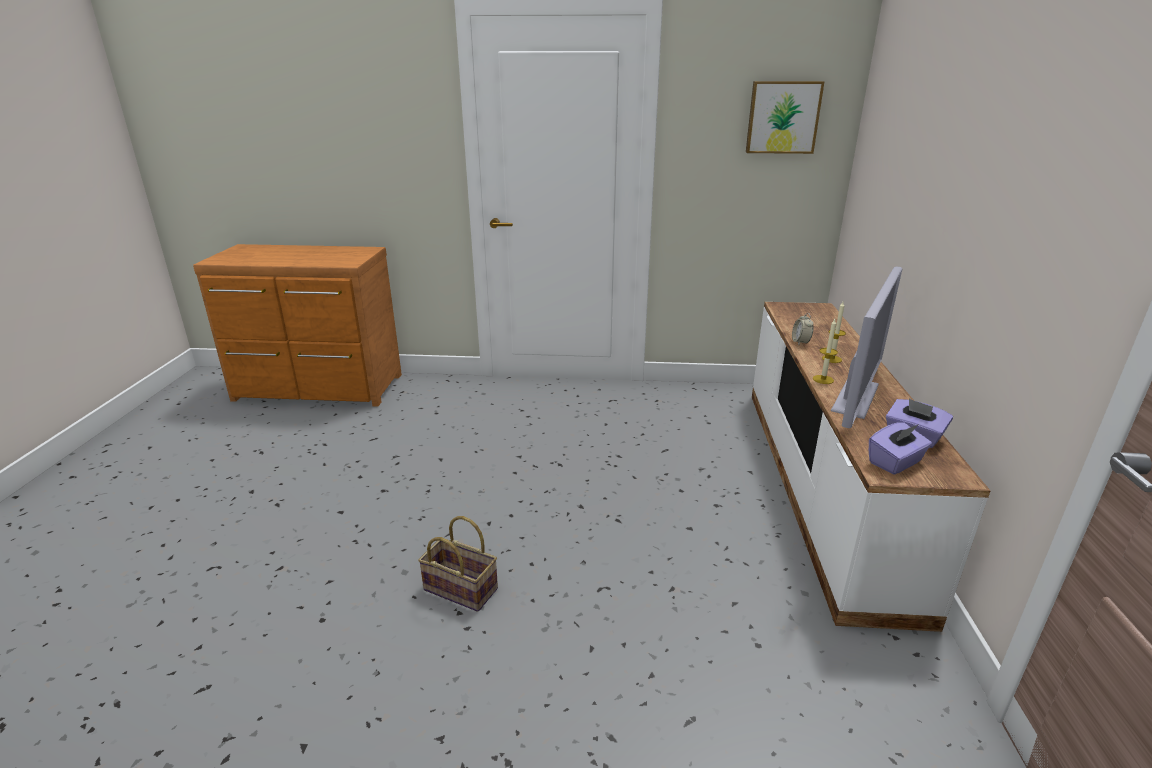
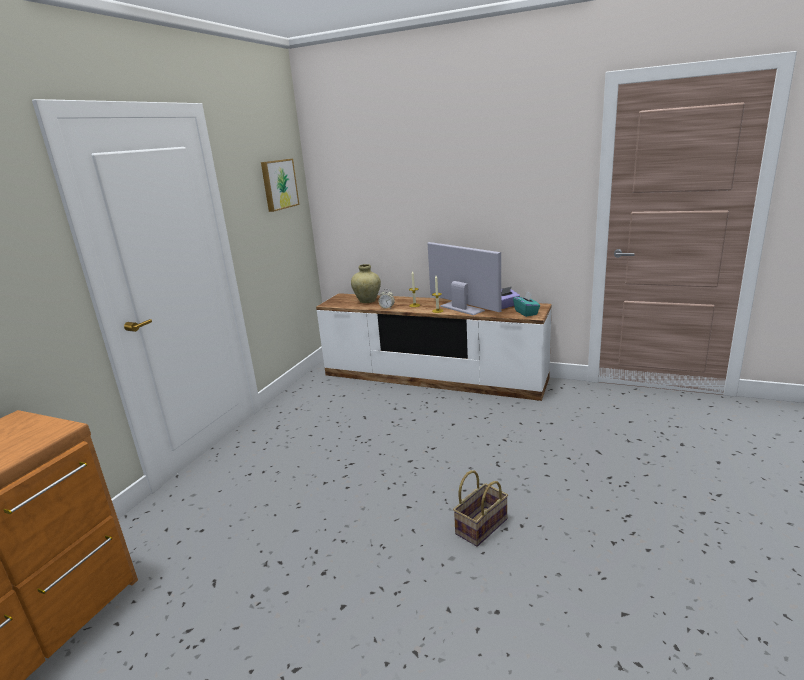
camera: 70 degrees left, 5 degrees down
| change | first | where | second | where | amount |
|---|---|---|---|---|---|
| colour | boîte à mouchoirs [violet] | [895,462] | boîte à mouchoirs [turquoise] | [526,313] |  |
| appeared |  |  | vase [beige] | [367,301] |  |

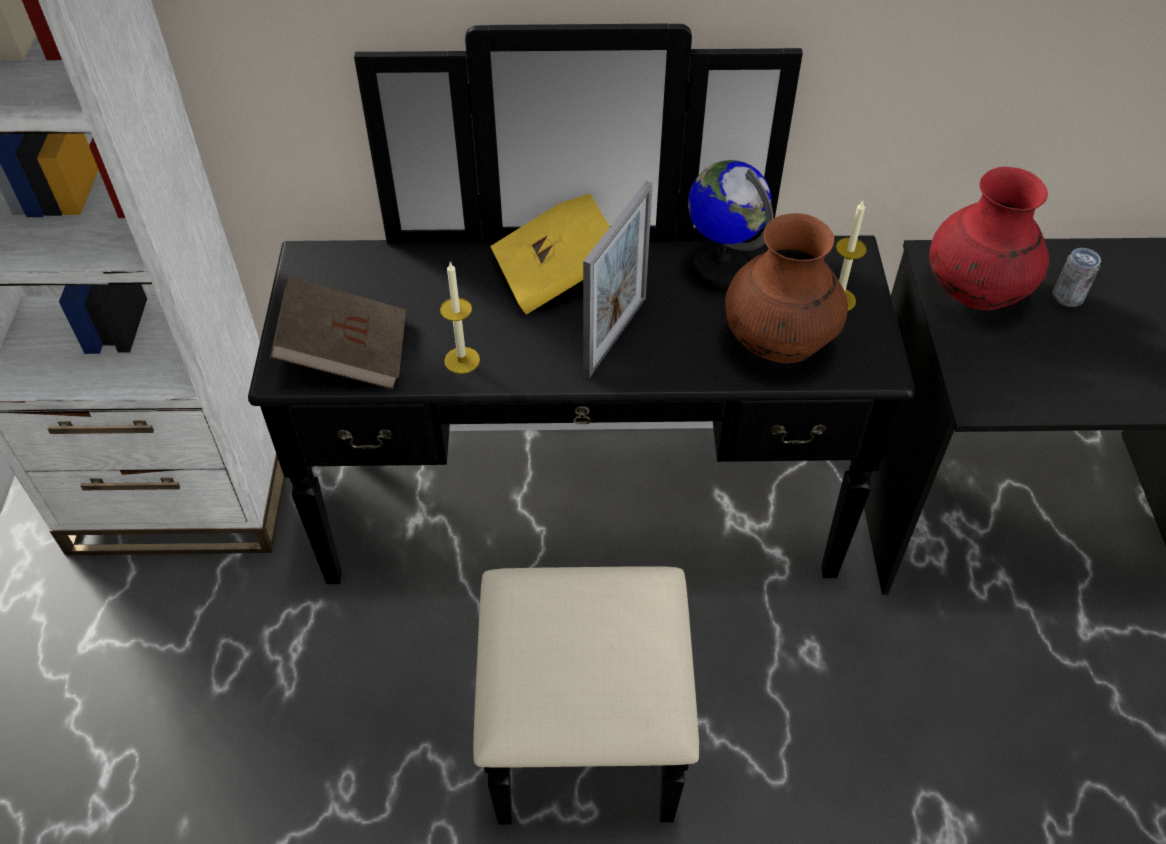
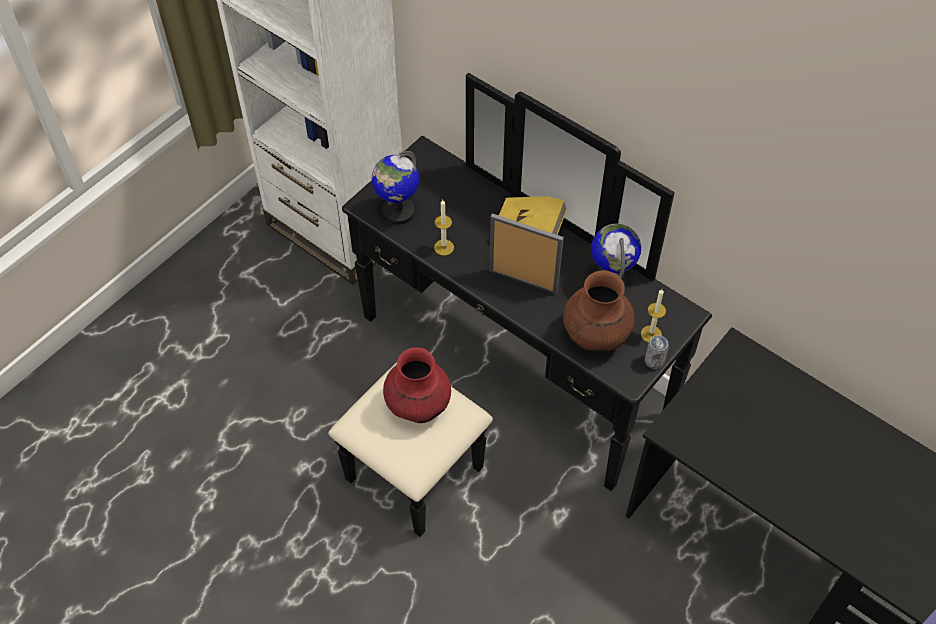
camera: 40 degrees right, 5 degrees up
| change | first | where | second | where | amount |
|---|---|---|---|---|---|
| exchanged | livre [marron] | [346,354] | globe | [398,211] |  |
| spun | cadre photo | [615,336] |  | [523,281] | 135 degrees counterclockwise |
| relocated | vase [rouge] | [974,293] |  | [417,405] |  |
| relocated | boîte métallique | [1067,297] |  | [654,361] |  |

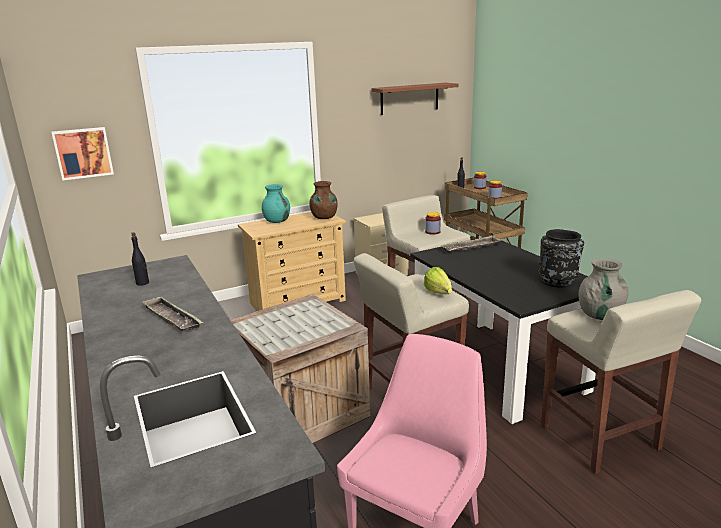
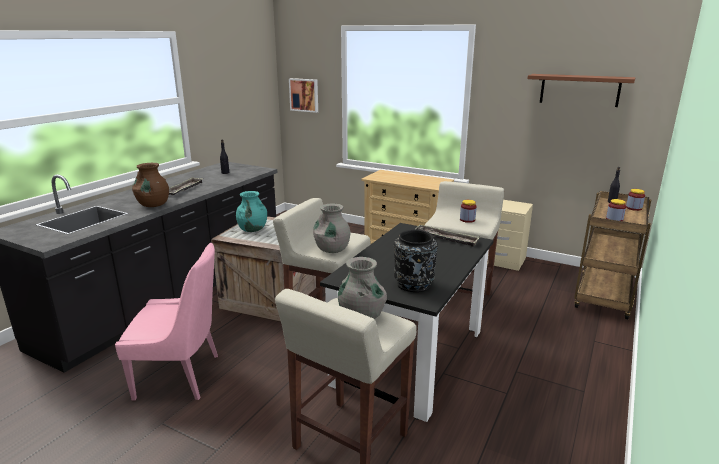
camera: 55 degrees right, 0 degrees up
| change | first | where | second | where | amount |
|---|---|---|---|---|---|
| relocated | vase [turquoise] | [277,221] |  | [252,229] |  |
| relocated | vase [marron] | [324,217] |  | [153,205] |  |
| exchanged | laitue | [439,294] | vase [gris] | [332,249] |  |

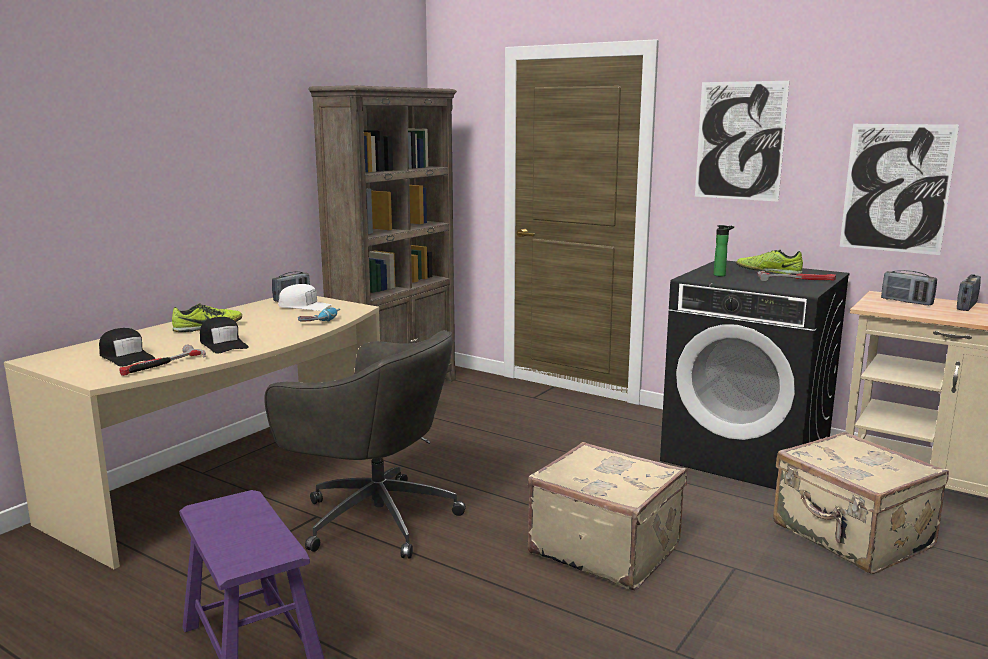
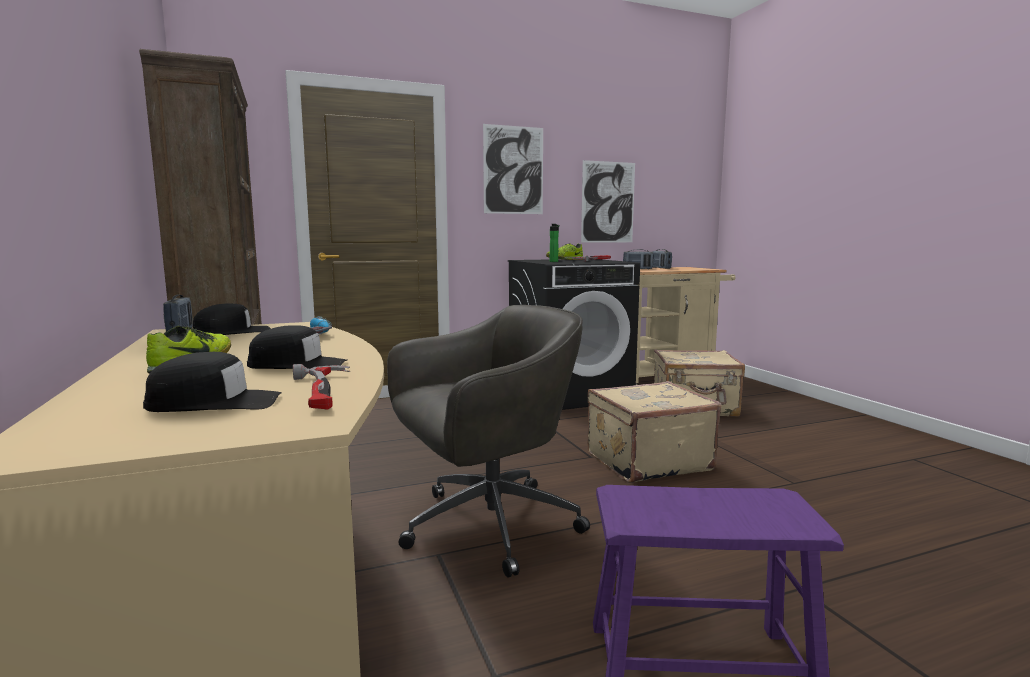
camera: 55 degrees left, 5 degrees down
| change | first | where | second | where | amount |
|---|---|---|---|---|---|
| colour | casquette [blanc] | [304,306] | casquette [noir] | [232,333] |  |

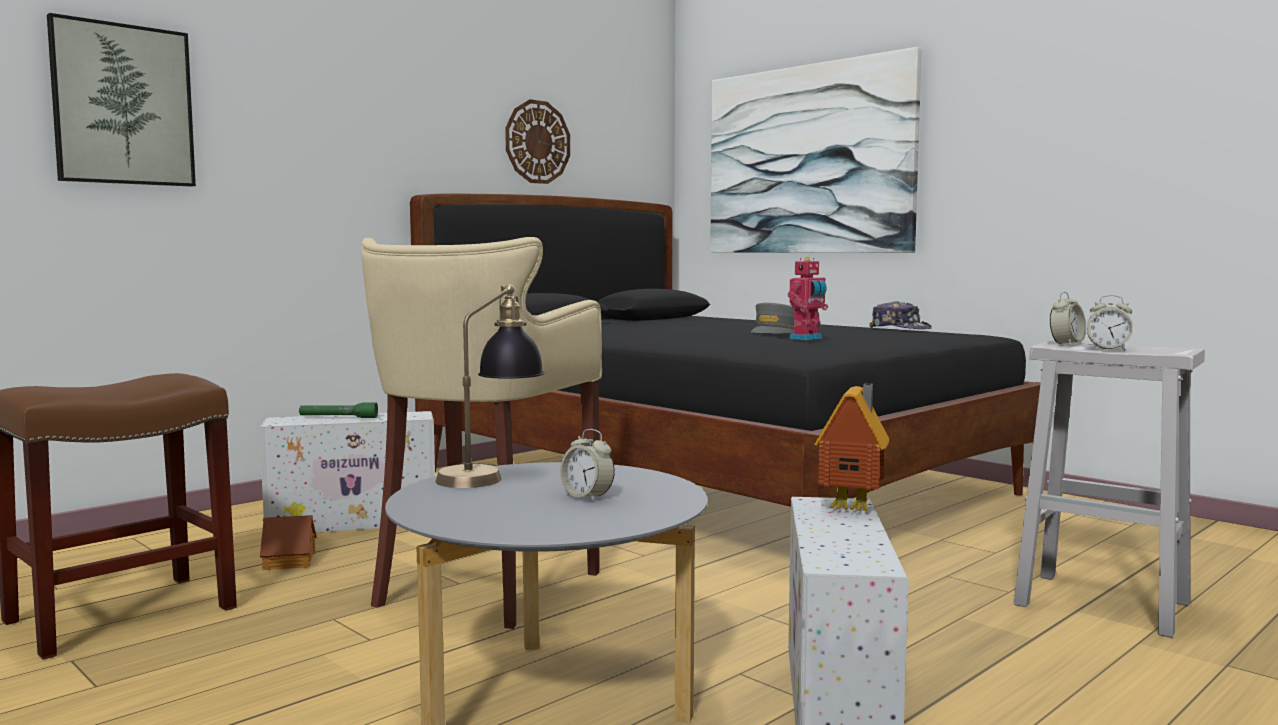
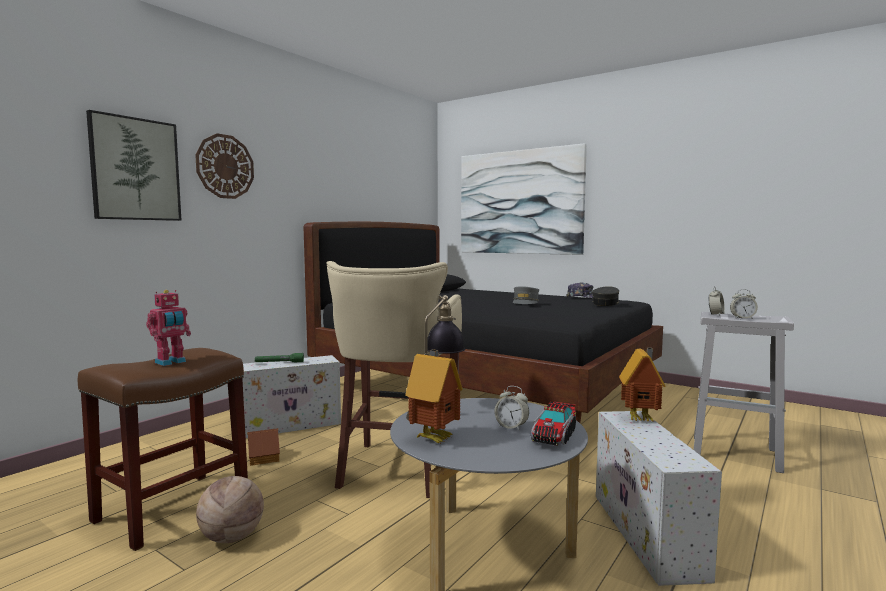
camera: 10 degrees left, 0 degrees up
| change | first | where | second | where | amount |
|---|---|---|---|---|---|
| relocated | horloge murale | [537,142] |  | [225,166] |  |
| relocated | robot jouet | [807,338] |  | [171,362] |  |
| appeared |  |  | ballon de basket | [231,538] |  |
| appeared |  |  | maison miniature | [435,438] |  |
| appeared |  |  | camion jouet | [554,436] |  |
| appeared |  |  | casquette [gris] | [606,304] |  |

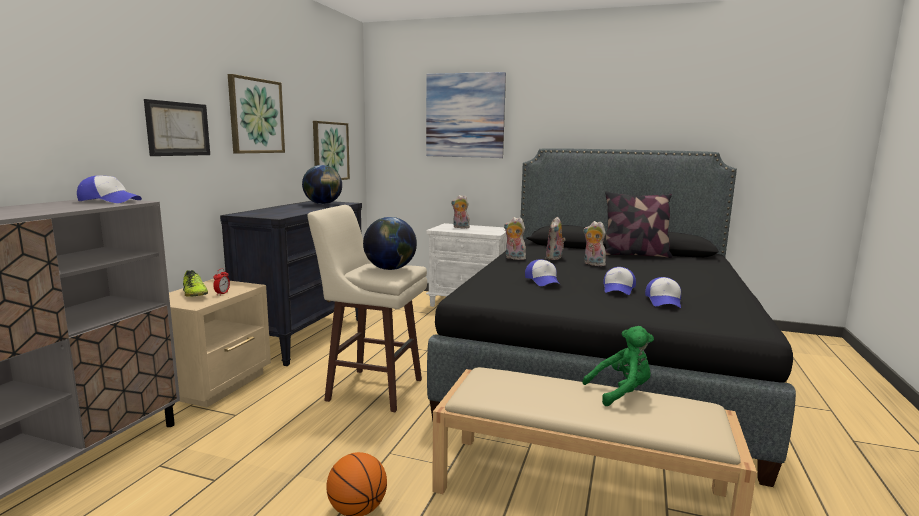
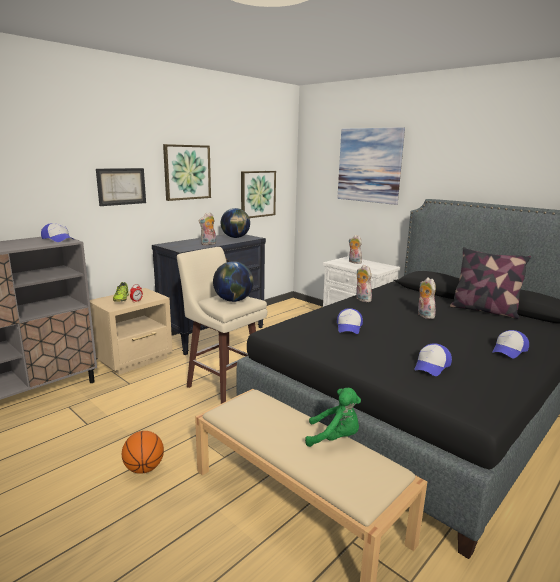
camera: 25 degrees right, 5 degrees up
| change | first | where | second | where | amount |
|---|---|---|---|---|---|
| relocated | peluche | [555,258] |  | [208,244] |  |
| relocated | casquette | [618,289] |  | [509,350] |  |

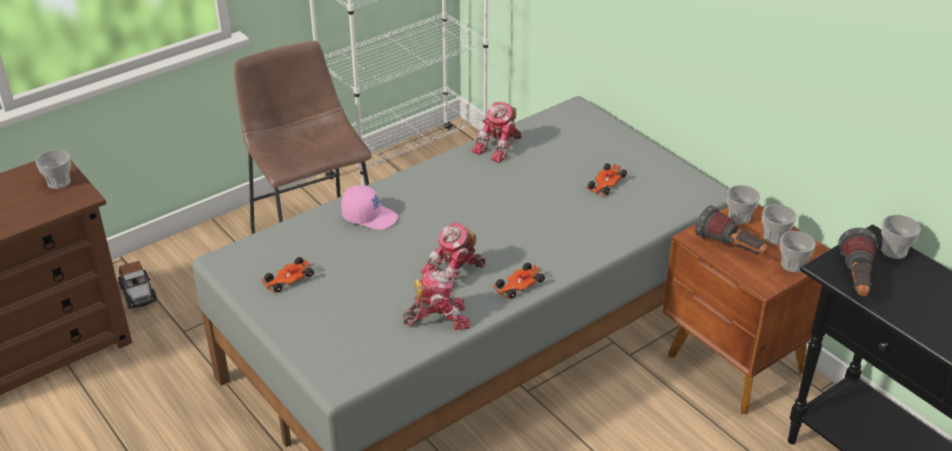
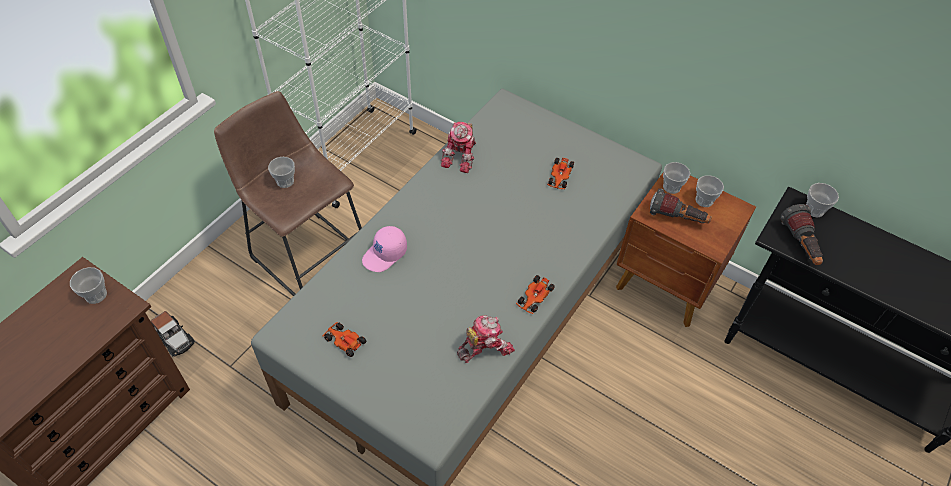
camera: 20 degrees left, 15 degrees up
| change | first | where | second | where | amount |
|---|---|---|---|---|---|
| spun | petite voiture | [287,280] |  | [344,341] | 90 degrees clockwise |
| spun | casquette [rose] | [370,216] |  | [385,255] | 135 degrees clockwise |
| missing | robot jouet | [455,273] |  |  |  |
| relocated | tasse | [792,265] |  | [285,181] |  |

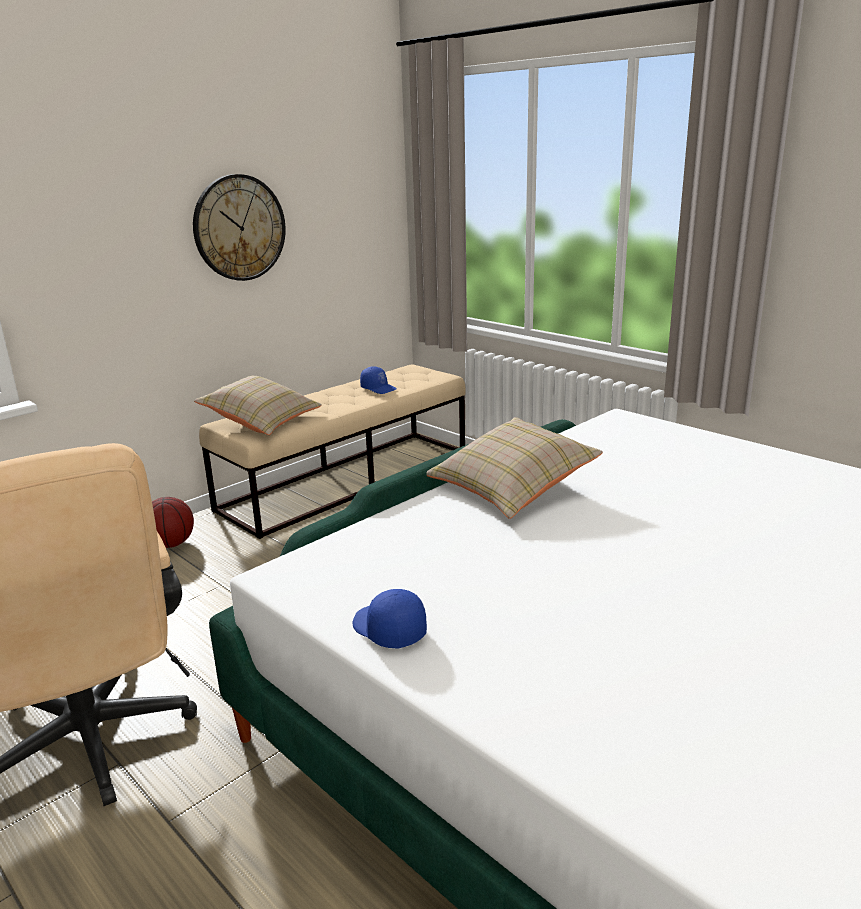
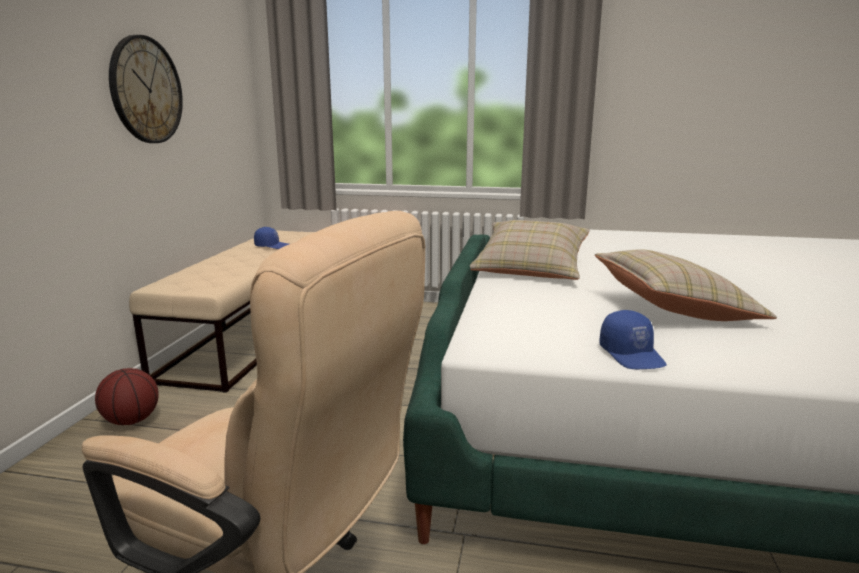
camera: 35 degrees left, 5 degrees down
| change | first | where | second | where | amount |
|---|---|---|---|---|---|
| relocated | coussin [beige] | [261,422] |  | [673,310] |  |
| spun | casquette [bleu] | [388,630] |  | [632,355] | 120 degrees counterclockwise |

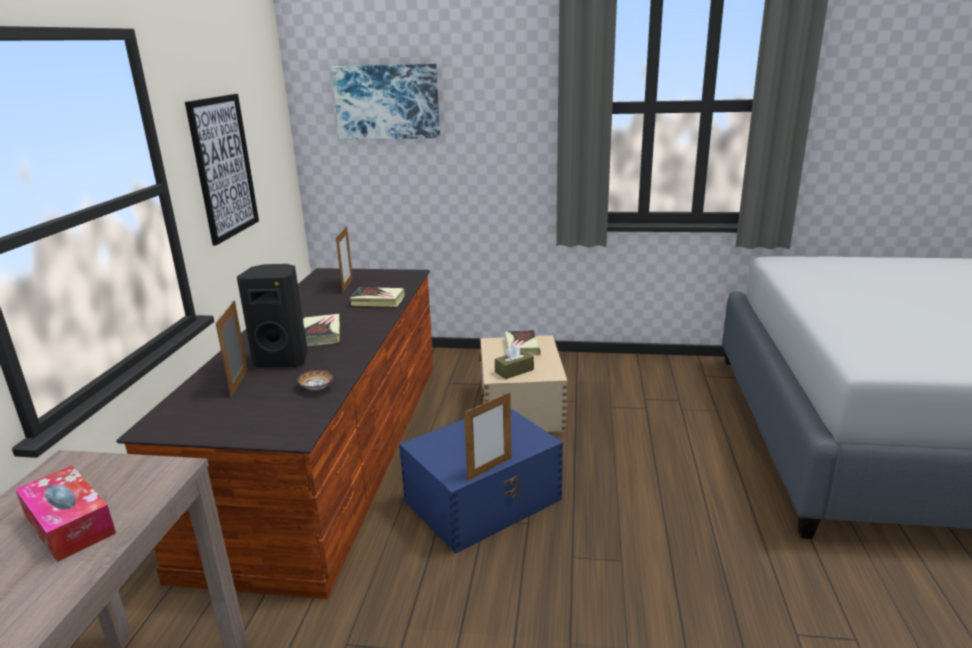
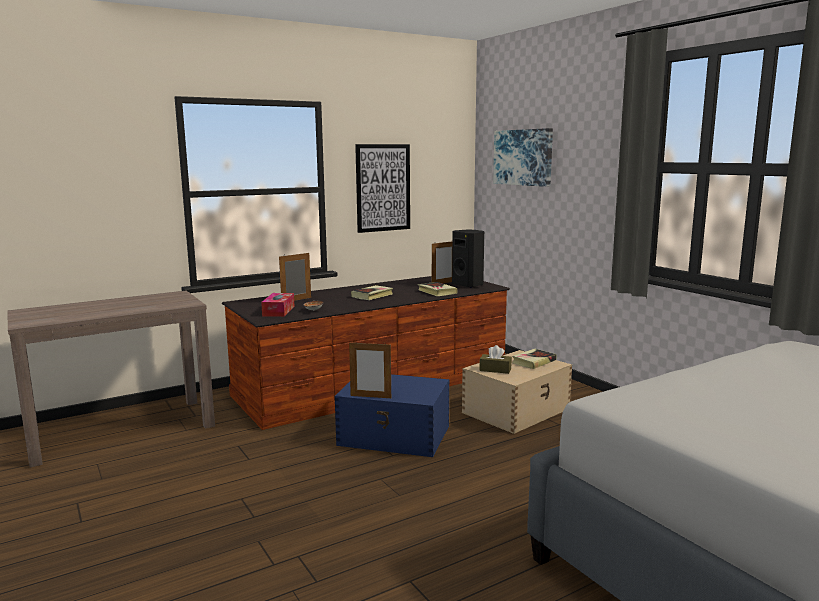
camera: 50 degrees right, 10 degrees down
| change | first | where | second | where | amount |
|---|---|---|---|---|---|
| relocated | boîte à mouchoirs | [69,524] |  | [278,311] |  |
| relocated | enceinte [noir] | [283,359] |  | [468,285] |  |

